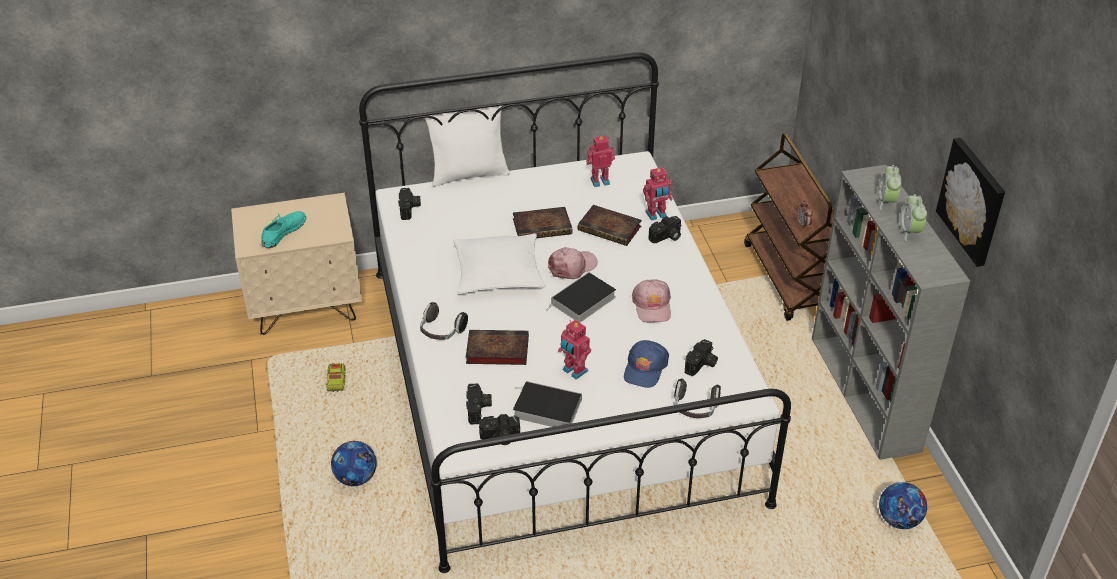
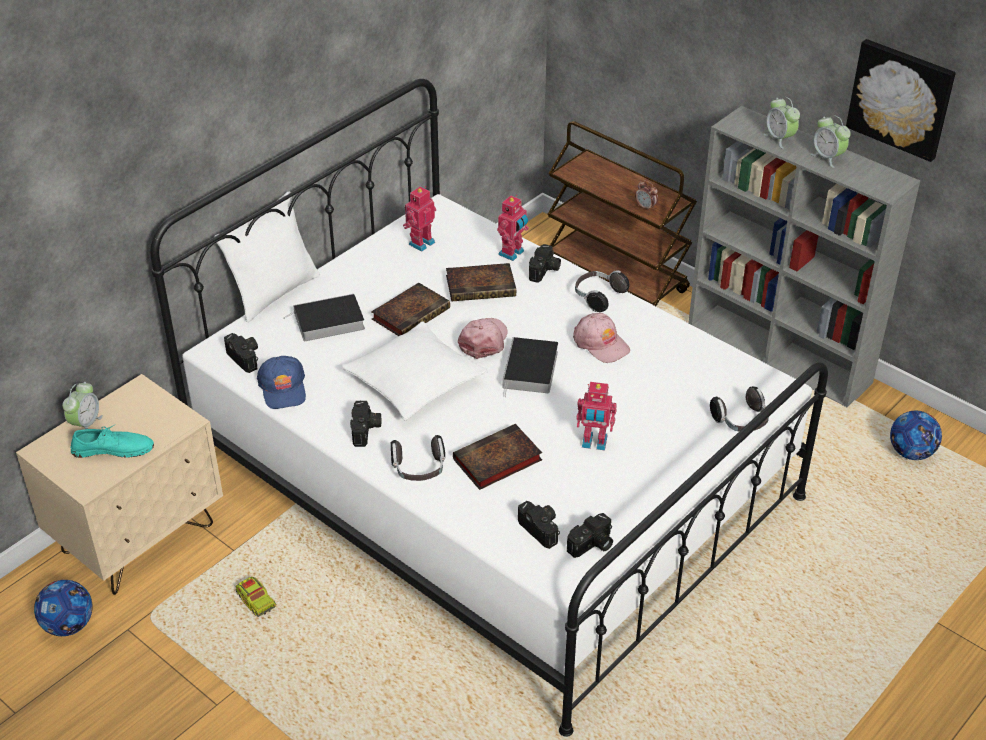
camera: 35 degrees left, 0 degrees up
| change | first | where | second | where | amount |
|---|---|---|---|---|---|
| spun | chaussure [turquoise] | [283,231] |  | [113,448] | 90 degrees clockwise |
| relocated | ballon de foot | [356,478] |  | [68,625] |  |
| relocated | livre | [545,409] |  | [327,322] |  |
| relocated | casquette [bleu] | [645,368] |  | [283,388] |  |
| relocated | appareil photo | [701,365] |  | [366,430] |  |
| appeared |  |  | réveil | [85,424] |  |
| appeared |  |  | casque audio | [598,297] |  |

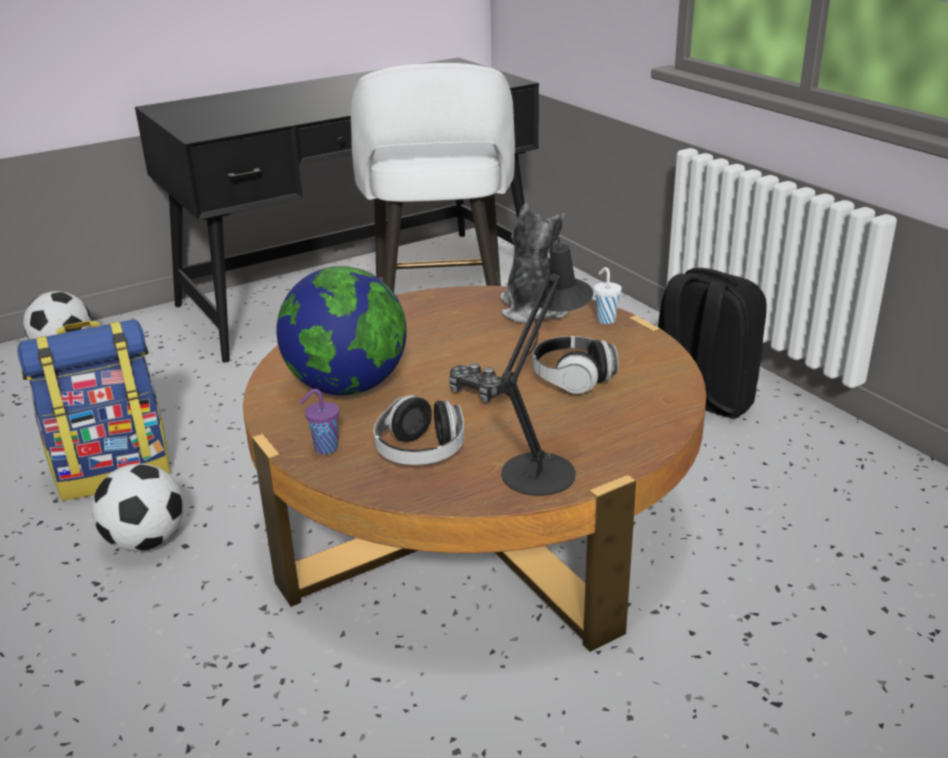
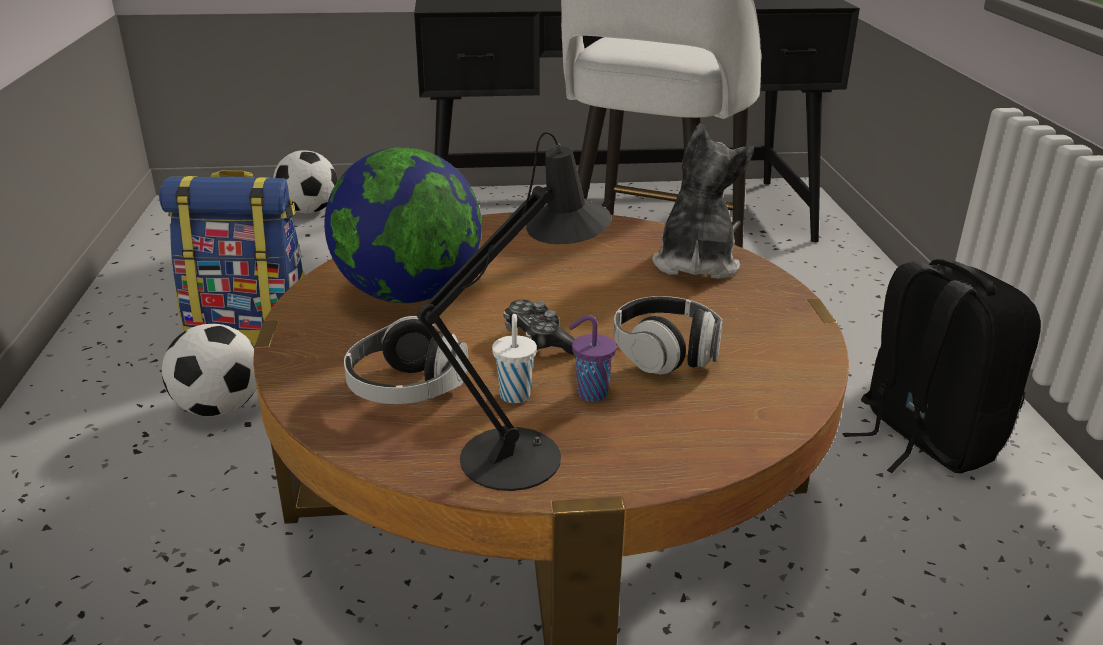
camera: 25 degrees right, 0 degrees up
| change | first | where | second | where | amount |
|---|---|---|---|---|---|
| relocated | tasse [violet] | [324,448] |  | [590,393] |  |
| relocated | tasse [blanc] | [605,320] |  | [515,394] |  |

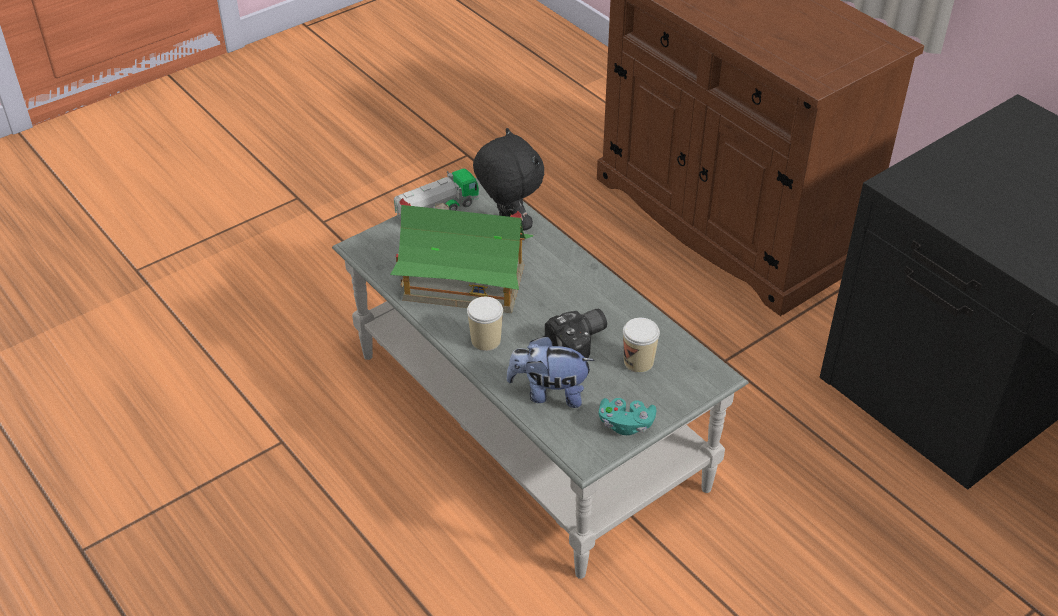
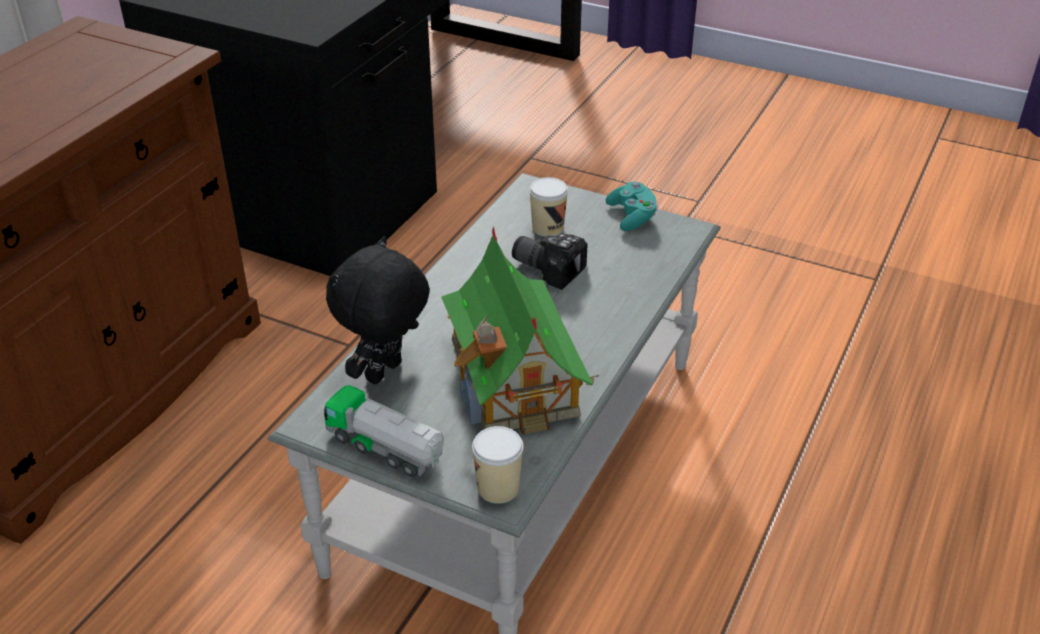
camera: 115 degrees left, 5 degrees down
| change | first | where | second | where | amount |
|---|---|---|---|---|---|
| relocated | tasse | [486,340] |  | [498,488] |  |
| missing | peluche | [549,393] |  |  |  |

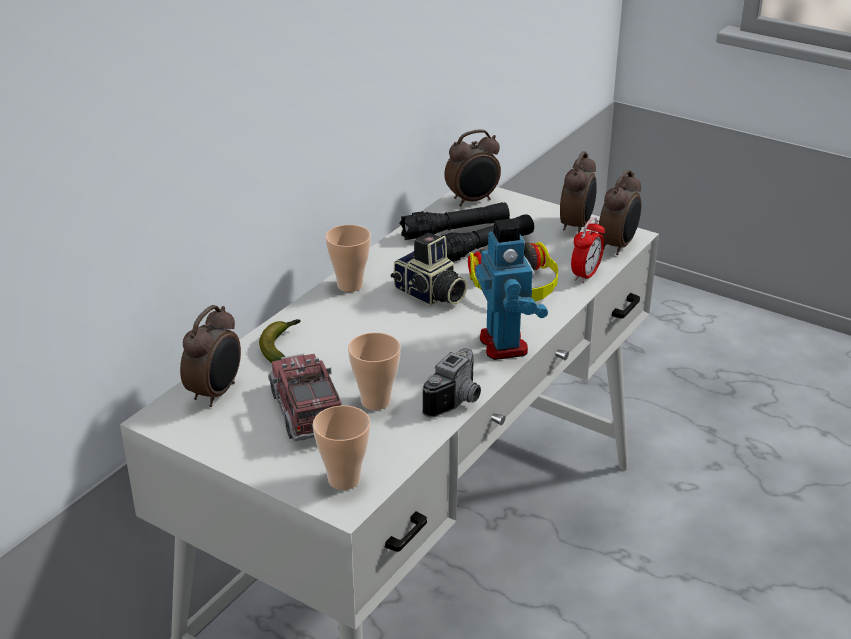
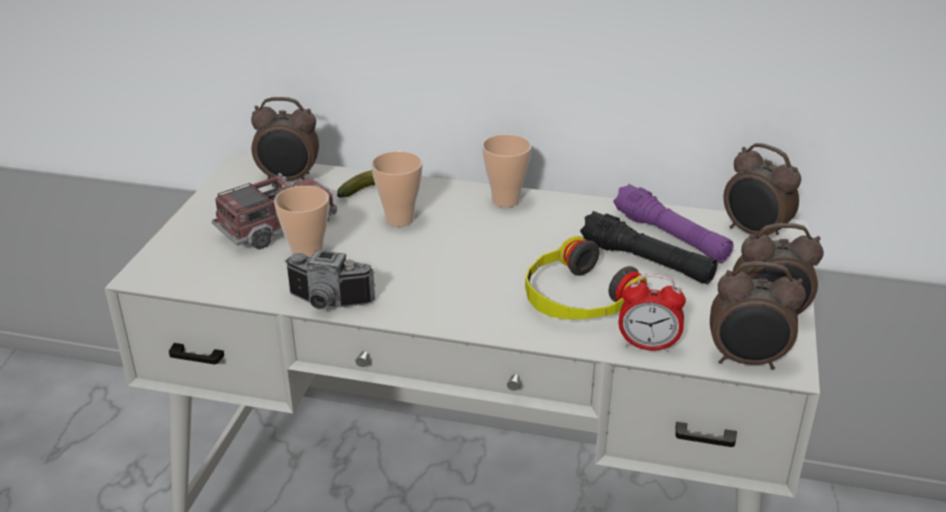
camera: 70 degrees right, 0 degrees up
| change | first | where | second | where | amount |
|---|---|---|---|---|---|
| relocated | tasse | [344,479] |  | [399,219] |  |
| missing | appareil photo | [429,295] |  |  |  |
| colour | lampe de poche [noir] | [455,231] | lampe de poche [violet] | [671,236] |  |
| missing | robot jouet | [504,344] |  |  |  |

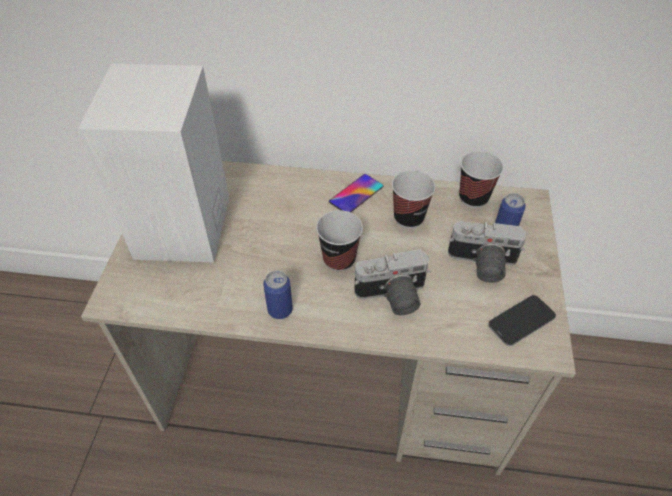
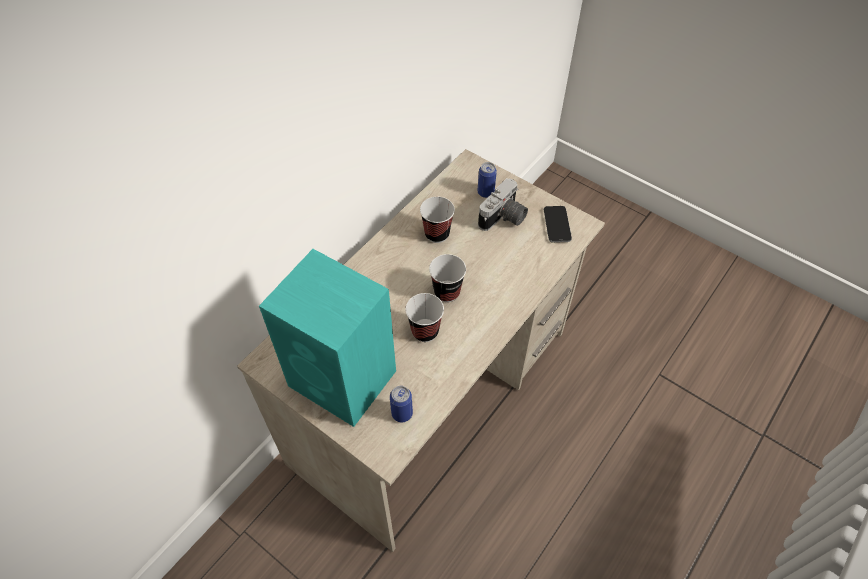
camera: 60 degrees left, 5 degrees up
| change | first | where | second | where | amount |
|---|---|---|---|---|---|
| colour | enceinte [blanc] | [182,229] | enceinte [turquoise] | [344,380] |  |
| relocated | boîte métallique | [280,310] |  | [402,413] |  |
| missing | téléphone | [356,194] |  |  |  |
| missing | appareil photo | [392,297] |  |  |  |
| relocated | tasse | [473,198] |  | [425,331] |  |

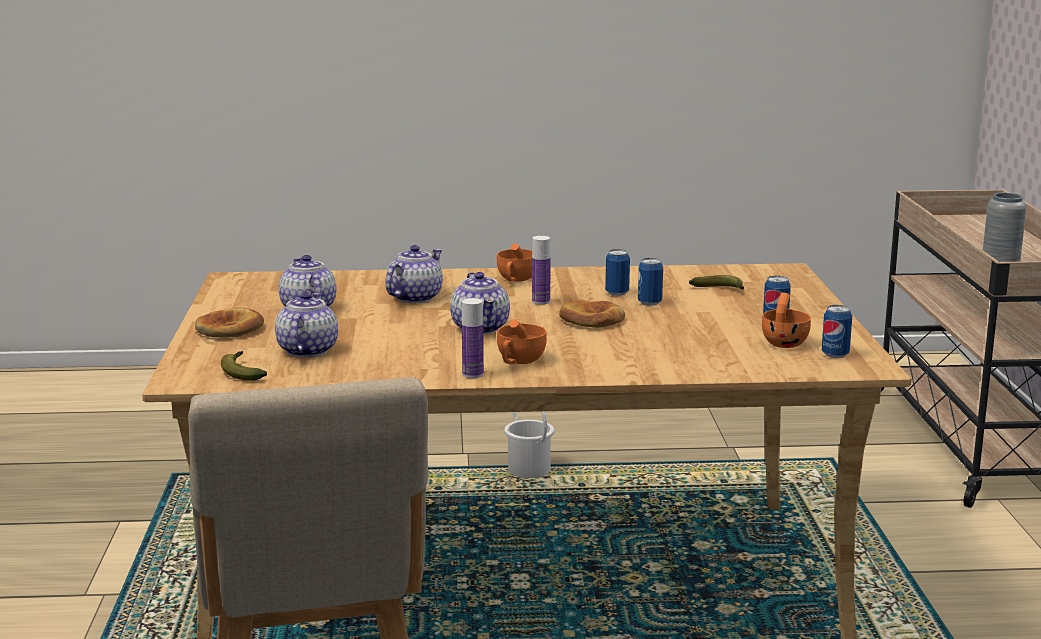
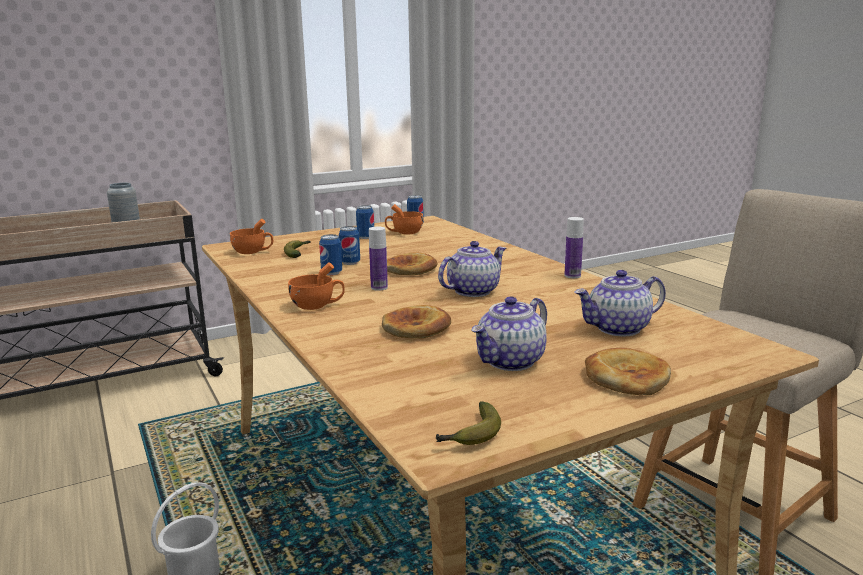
camera: 115 degrees left, 0 degrees up
| change | first | where | second | where | amount |
|---|---|---|---|---|---|
| relocated | banane | [242,372] |  | [471,435] |  |
| exchanged | théière | [414,297] | pain | [416,328] |  |
| relocated | tasse [orange] | [518,361] |  | [253,252] |  |

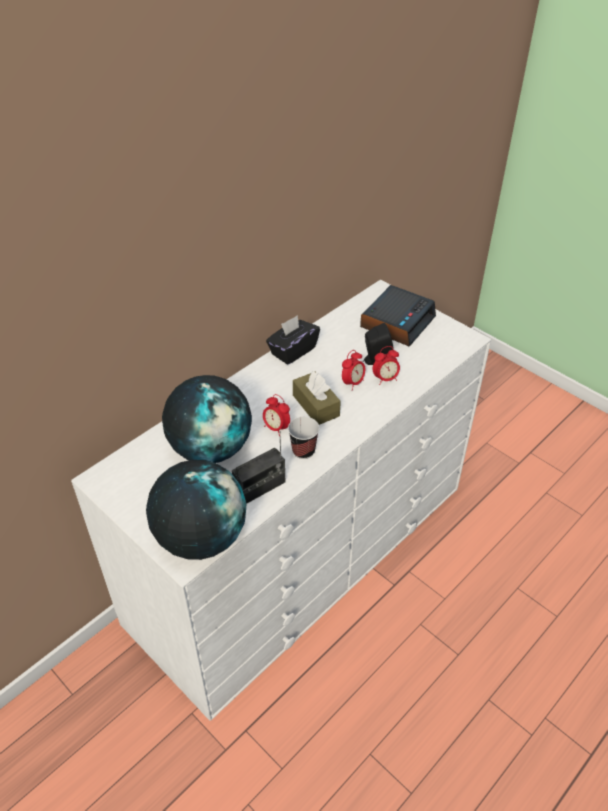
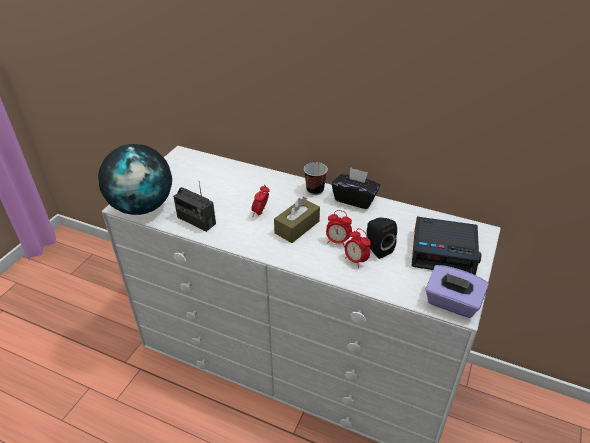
camera: 70 degrees right, 5 degrees down
| change | first | where | second | where | amount |
|---|---|---|---|---|---|
| missing | globe | [211,448] |  |  |  |
| relocated | tasse | [303,451] |  | [315,190] |  |
| appeared |  |  | boîte à mouchoirs [violet] | [452,303] |  |

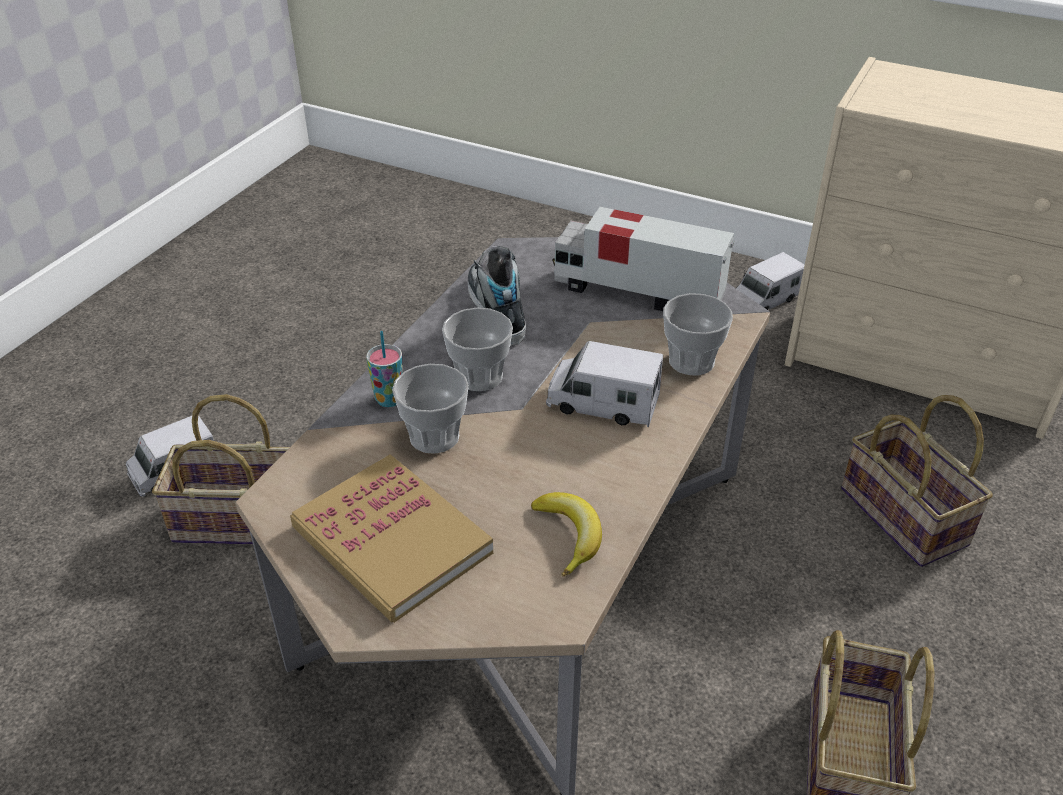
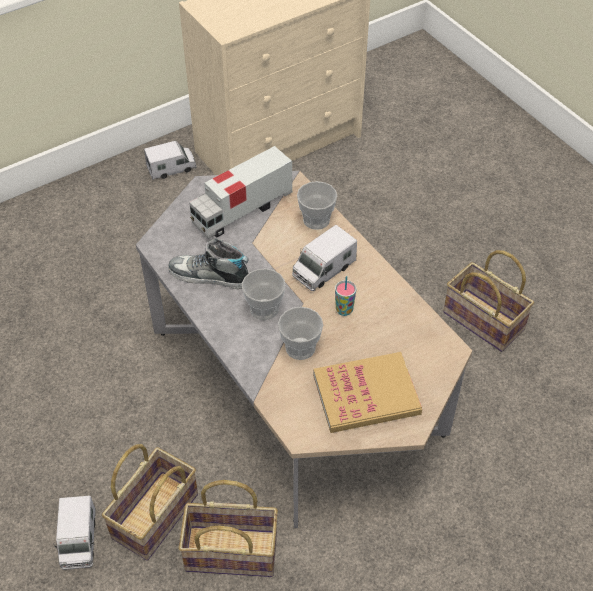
camera: 60 degrees left, 10 degrees up
| change | first | where | second | where | amount |
|---|---|---|---|---|---|
| relocated | tasse | [389,399] |  | [344,310] |  |
| missing | banane | [569,535] |  |  |  |
| spun | camion jouet | [766,299] |  | [171,168] | 105 degrees counterclockwise |
| relocated | panier | [907,518] |  | [234,550] |  |

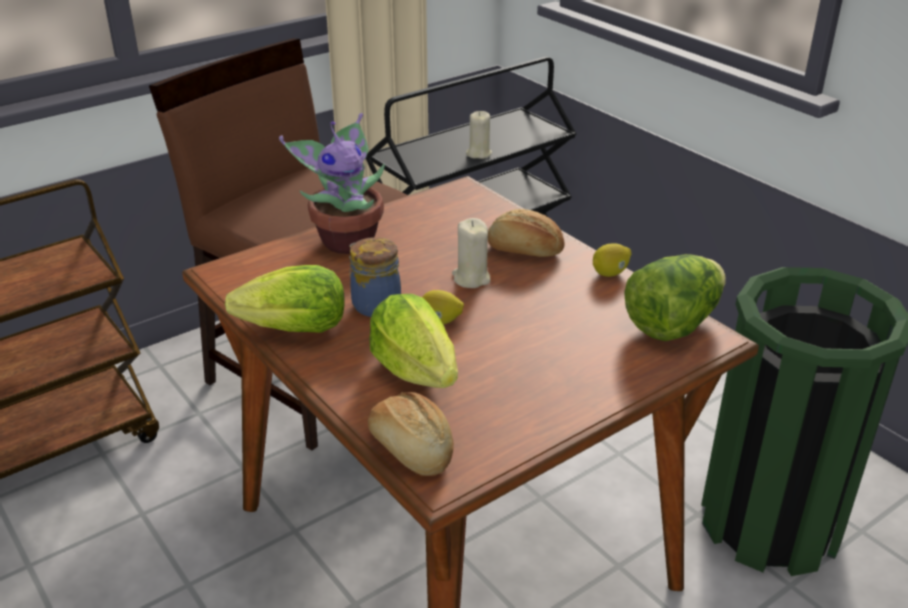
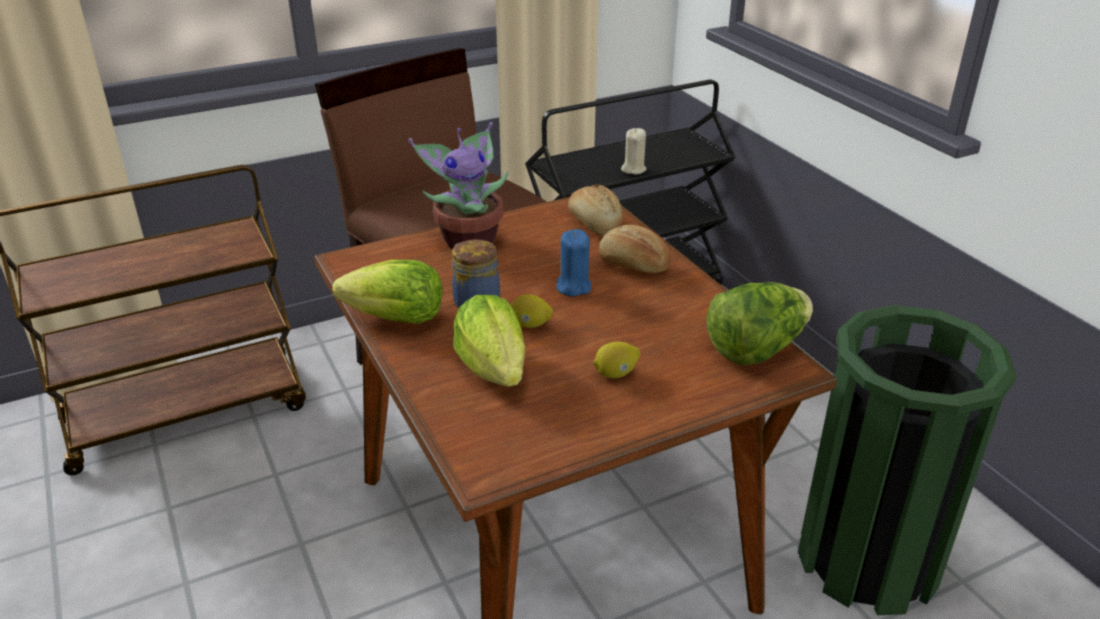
camera: 10 degrees right, 0 degrees up
| change | first | where | second | where | amount |
|---|---|---|---|---|---|
| relocated | pain | [411,449] |  | [595,223] |  |
| colour | bougie [beige] | [471,278] | bougie [bleu] | [573,287] |  |
| relocated | citron | [610,273] |  | [616,374] |  |

